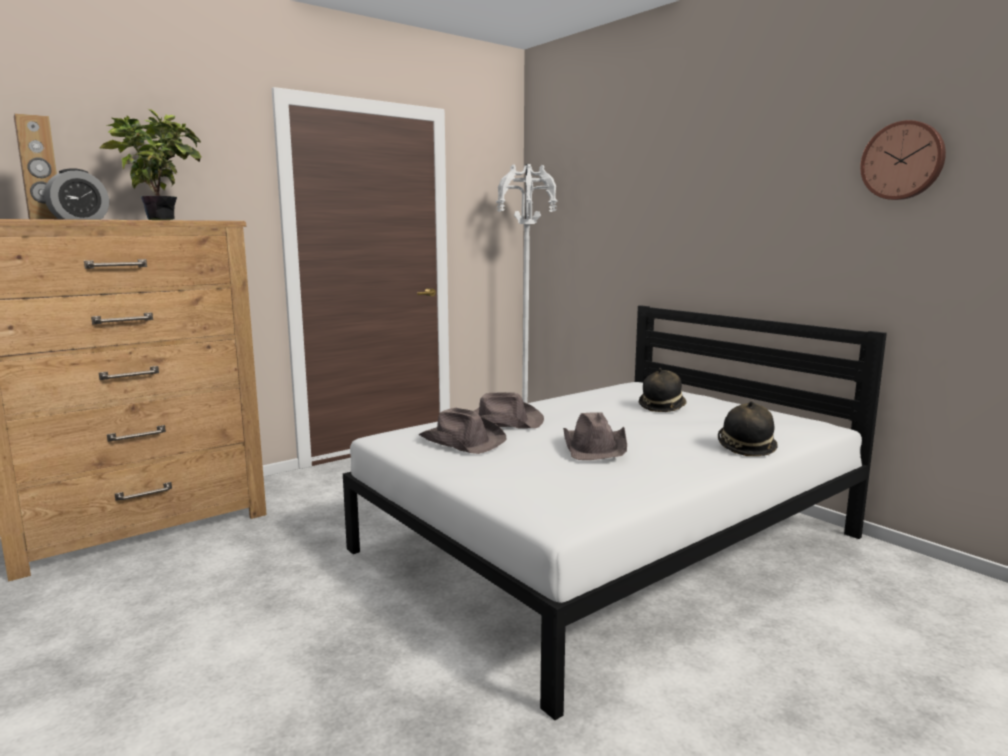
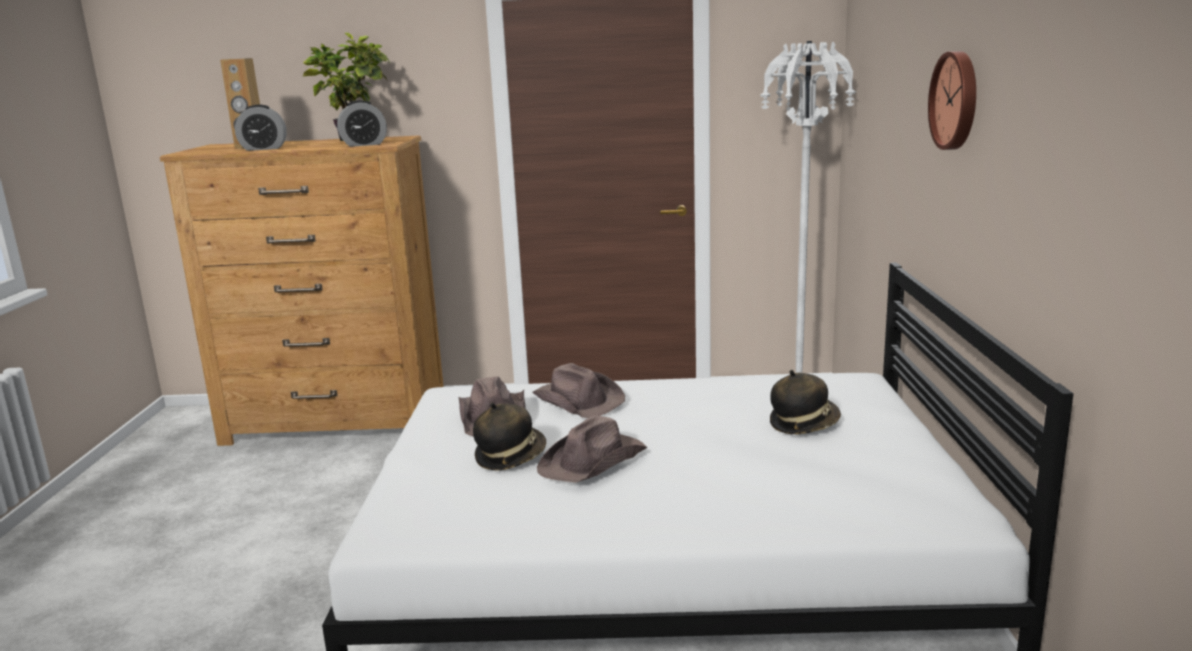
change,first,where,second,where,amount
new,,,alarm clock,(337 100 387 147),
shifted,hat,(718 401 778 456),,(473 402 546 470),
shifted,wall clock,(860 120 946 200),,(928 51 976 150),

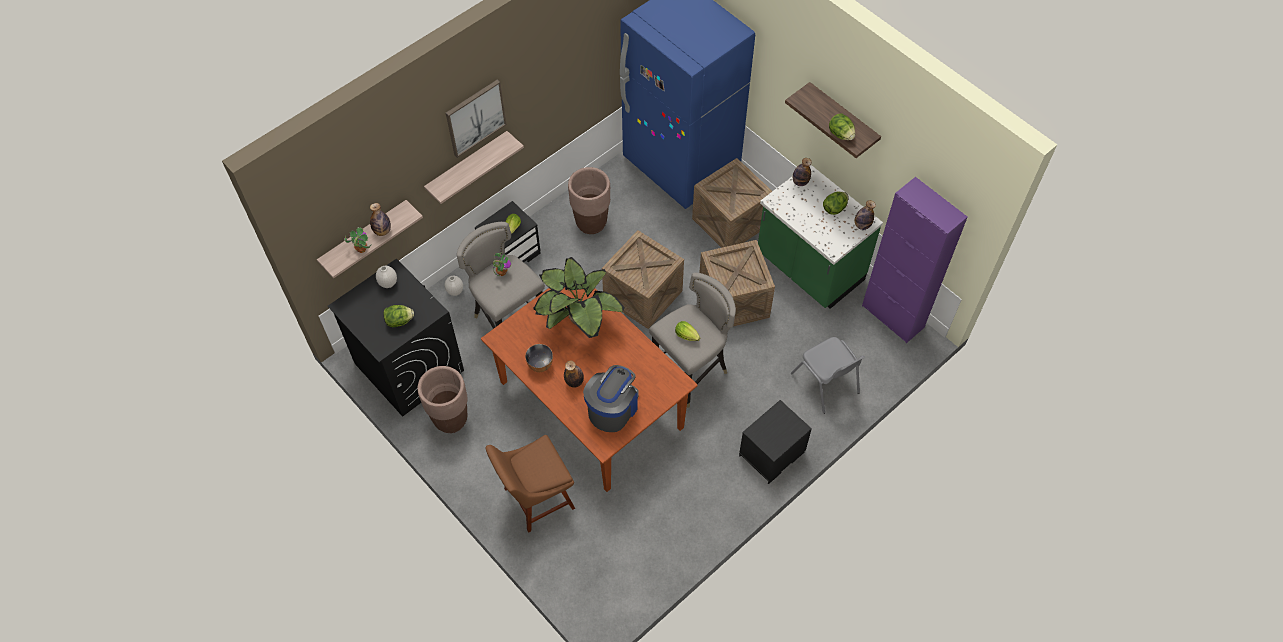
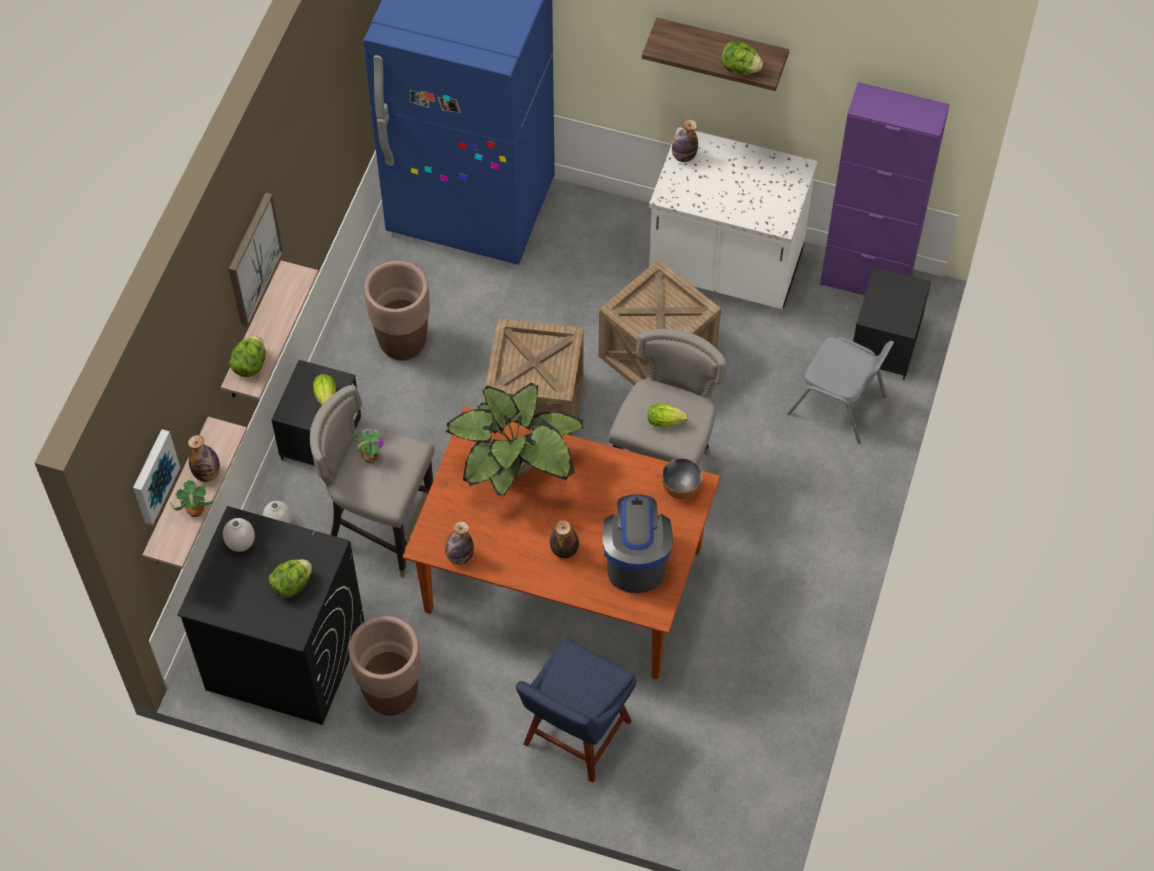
change,first,where,second,where,amount
gone,crate,(692 158 772 248),,,
new,,,picture,(133 429 180 525),
shifted,bowl,(525 344 553 372),,(662 458 702 500),
shifted,black nightstand,(739 400 812 484),,(853 267 931 380),
shifted,lettuce,(823 191 848 215),,(229 336 266 377),
shifted,bottle,(855 200 876 230),,(445 521 474 565),
repainted,brown chair,(485 435 575 533),blue chair,(516 638 636 783),
repainted,green counter,(758 165 883 309),white counter,(649 127 818 309),

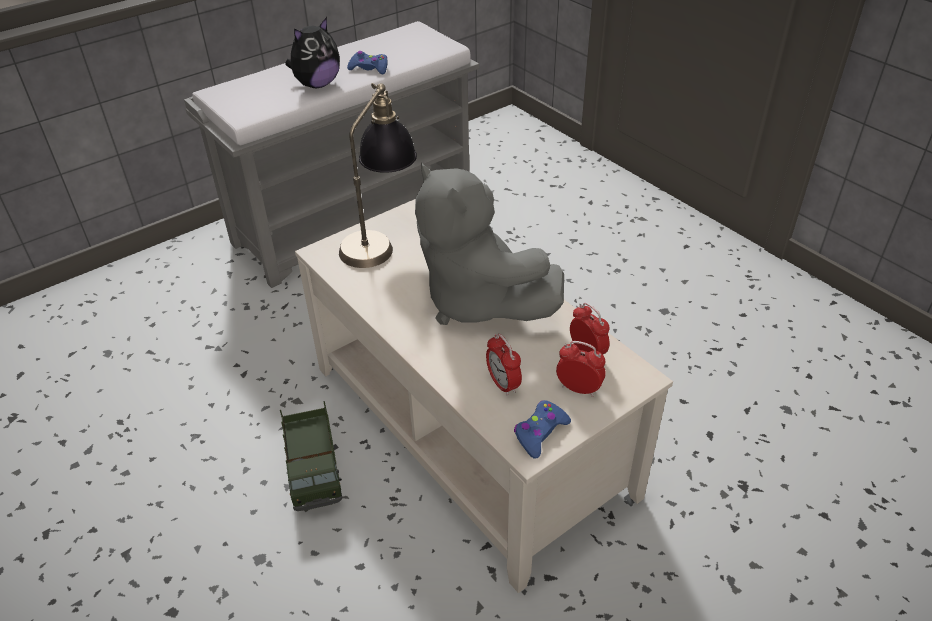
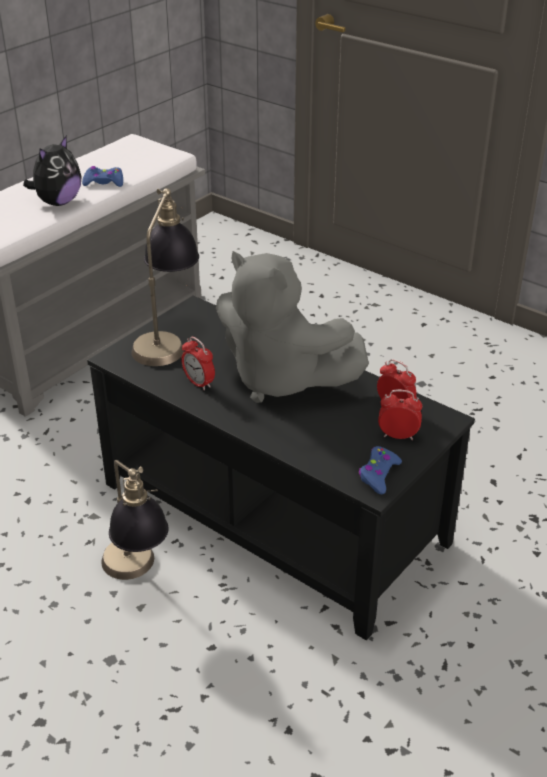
change,first,where,second,where,amount
shifted,alarm clock,(486 334 522 396),,(181 337 215 390),
swapped,toy truck,(280 401 342 511),table lamp,(101 460 169 580),
repainted,beige coffee table,(295 199 673 593),black coffee table,(87 296 475 640),

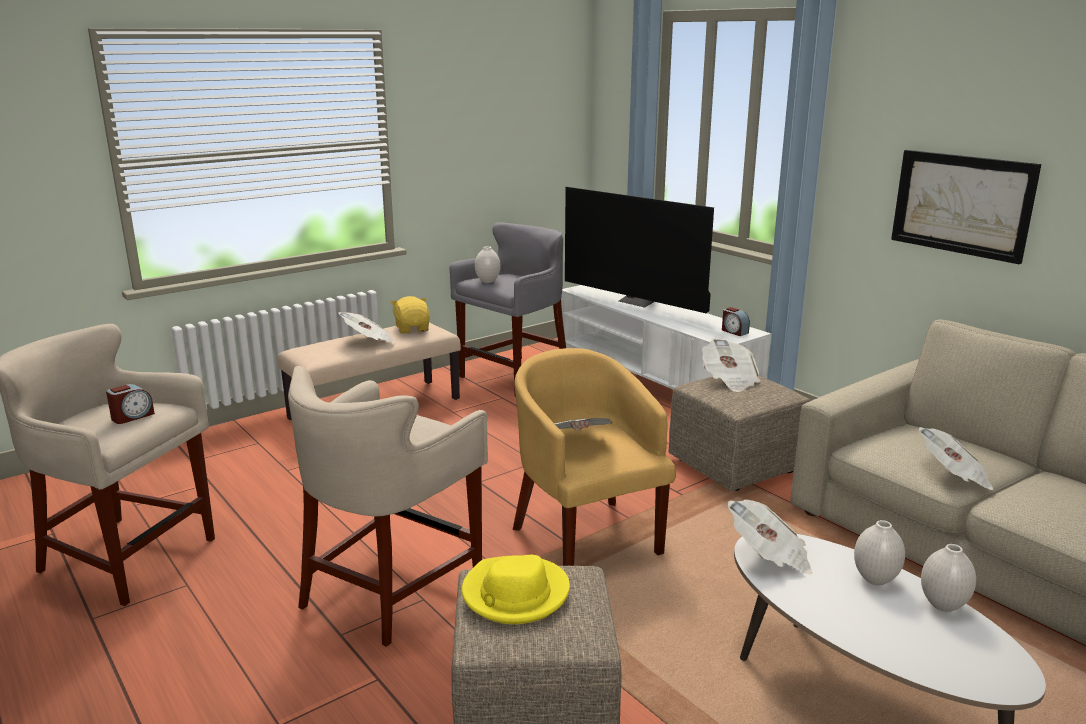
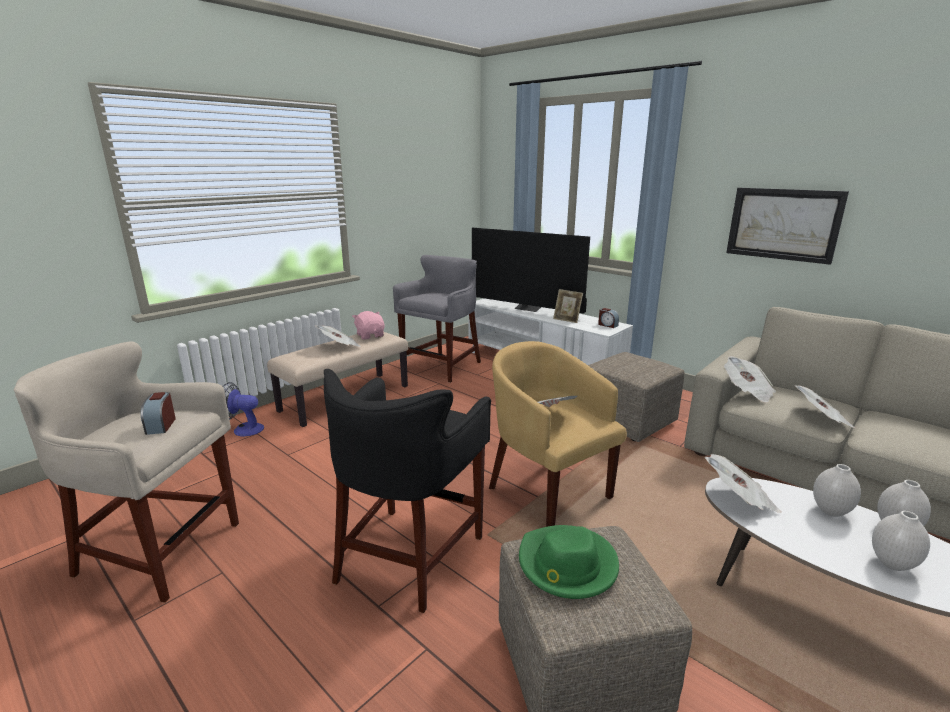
change,first,where,second,where,amount
new,,,fan,(222 382 264 436),
new,,,picture frame,(553 289 583 323),
shifted,white vase,(475 246 501 283),,(872 511 930 571),
shifted,newspaper,(702 338 760 392),,(724 356 776 403),
repainted,beige stool,(288 366 488 647),black stool,(324 369 491 613),
repainted,yellow plush toy,(390 296 430 333),pink plush toy,(352 311 385 340),
repainted,yellow hat,(462 555 570 624),green hat,(519 525 619 599),
rotated,alarm clock,(106 384 155 424),,(141 392 176 435),135 degrees clockwise

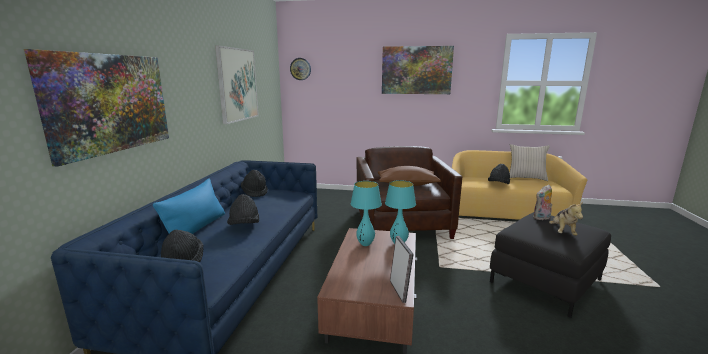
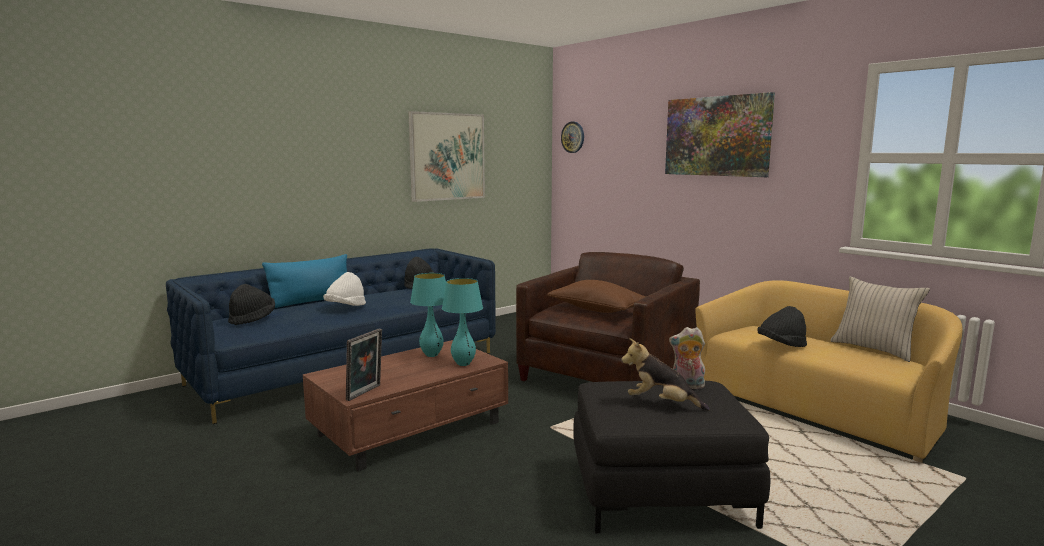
change,first,where,second,where,amount
gone,picture,(24 49 169 166),,,
repainted,black hat,(227 194 259 225),white hat,(323 272 366 306),
rotated,plush toy,(549 202 583 236),,(621 338 710 411),60 degrees clockwise

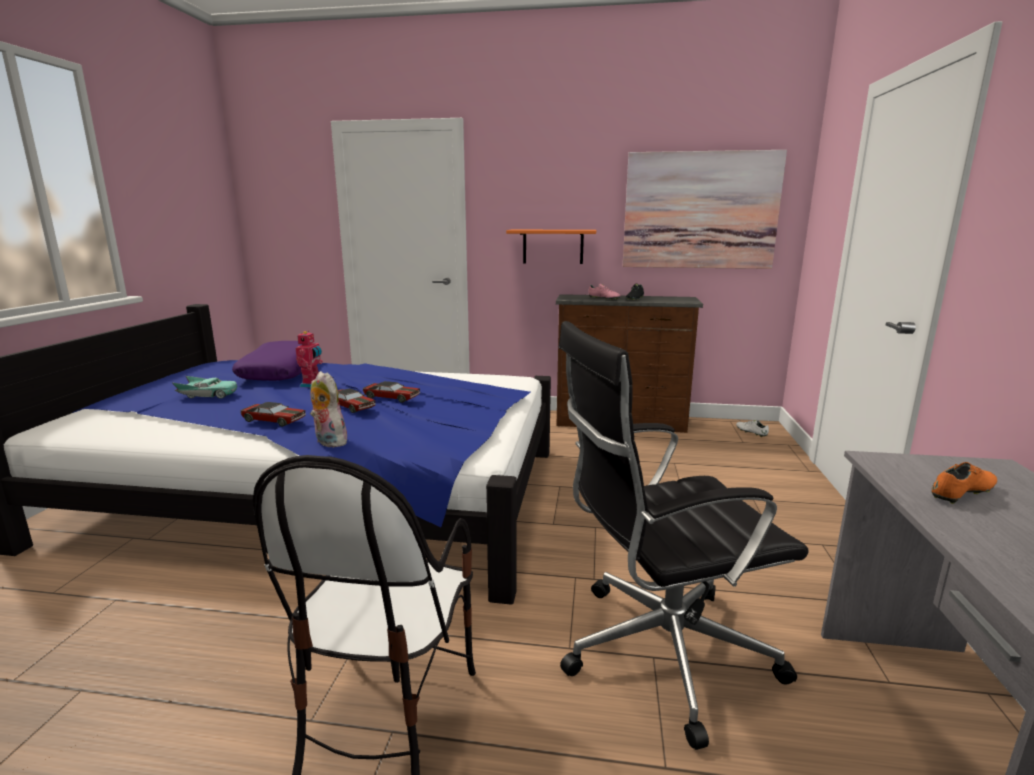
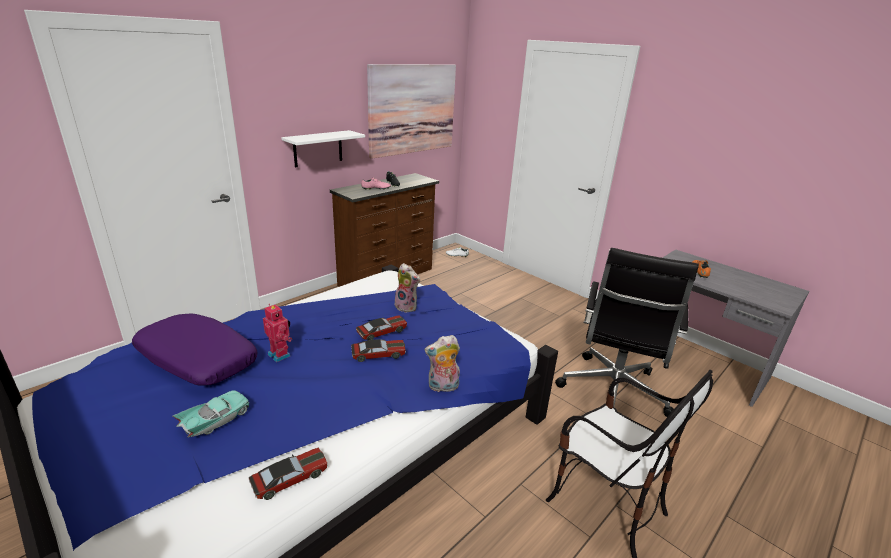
change,first,where,second,where,amount
new,,,plush toy,(395 263 420 313),
shifted,toy car,(240 402 306 427),,(249 448 328 500),
repainted,orange shelf,(506 230 597 264),white shelf,(281 130 365 168),

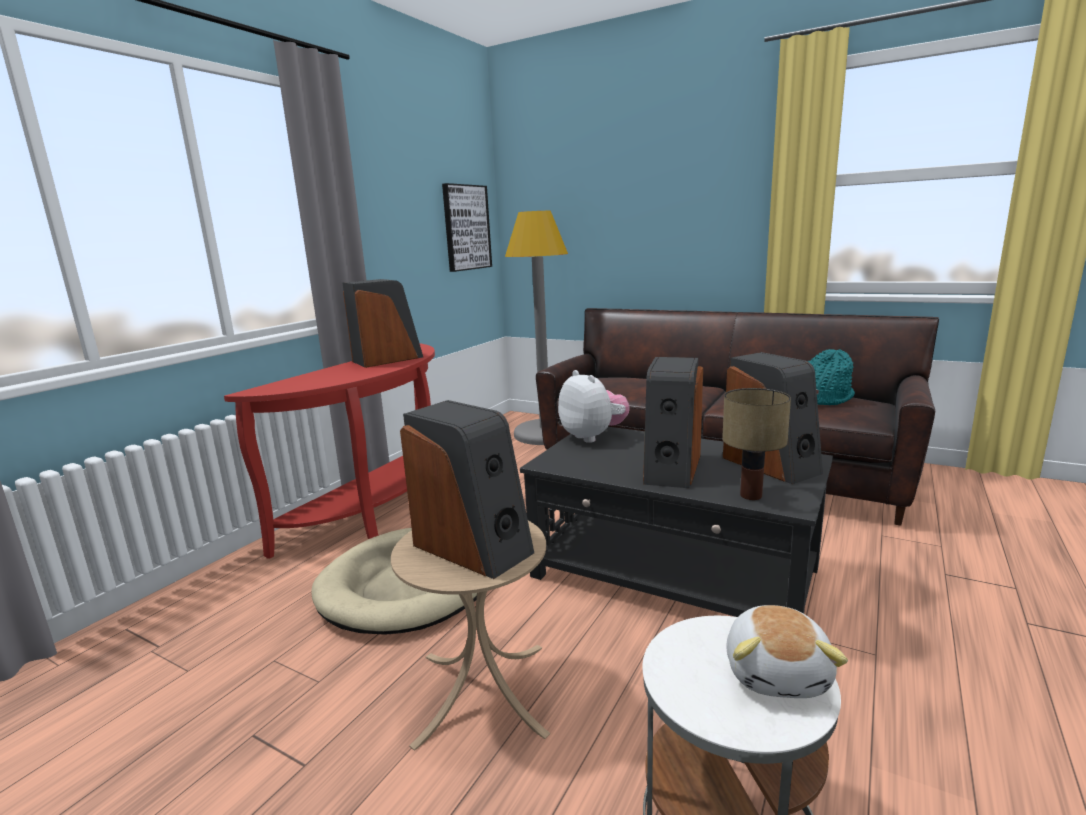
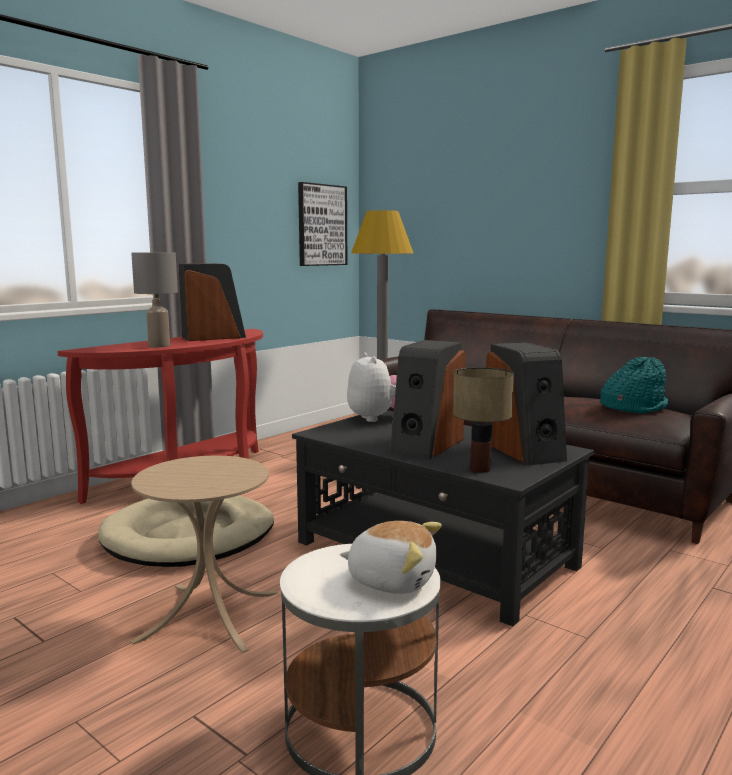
change,first,where,second,where,amount
gone,speaker,(400 400 534 579),,,
new,,,grey table lamp,(131 252 178 347),
rotated,plush toy,(726 605 848 698),,(340 521 442 594),90 degrees counterclockwise

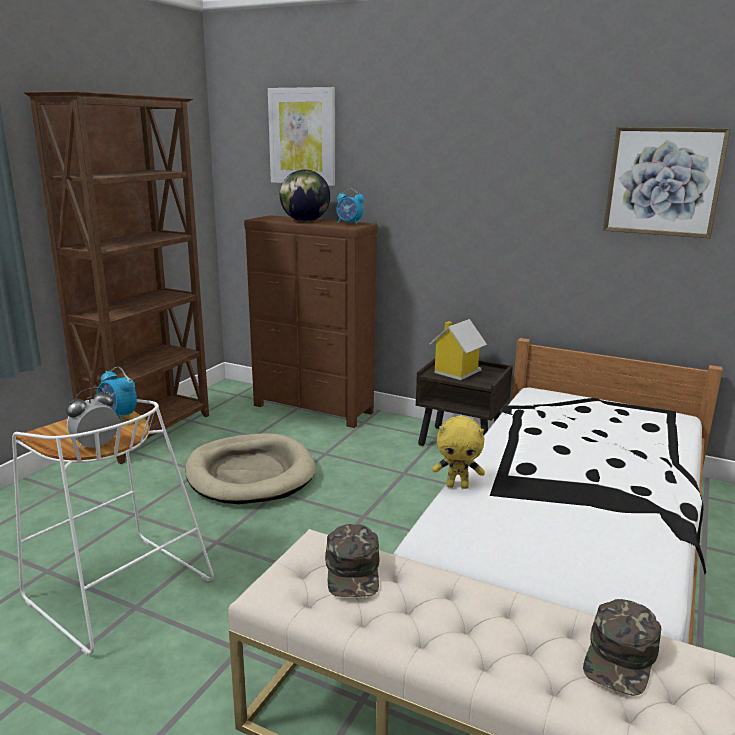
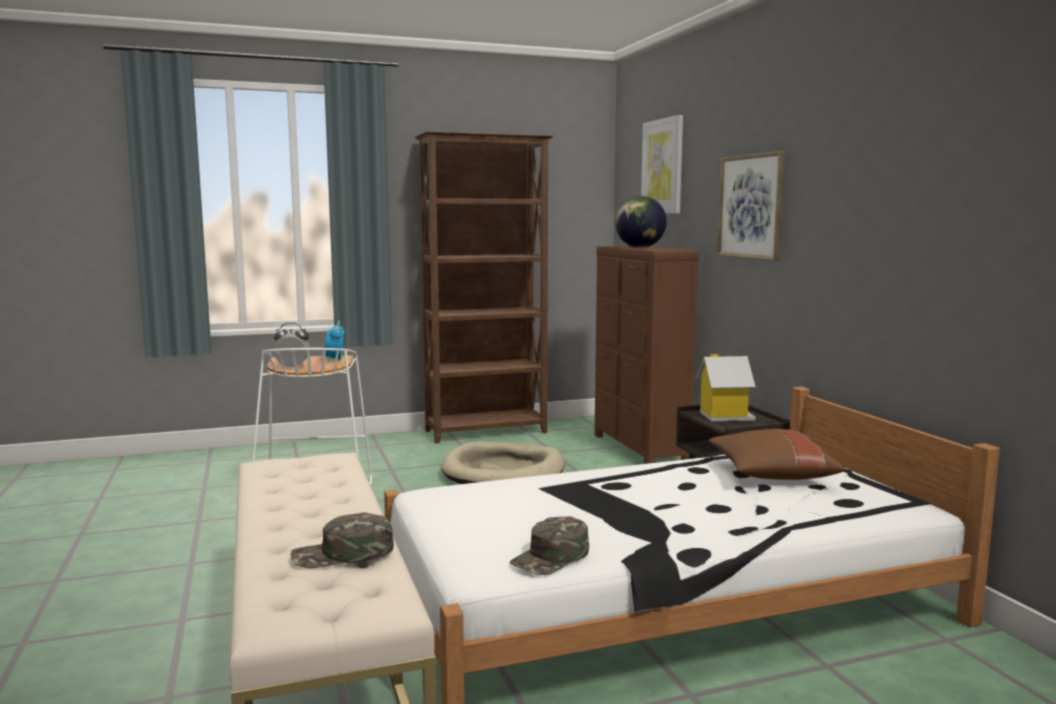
change,first,where,second,where,amount
gone,alarm clock,(336 189 364 225),,,
gone,yellow plush toy,(432 416 485 489),,,
new,,,brown pillow,(709 429 844 480),
shifted,green cap,(325 524 380 597),,(510 516 589 575),
shifted,picture,(603 127 731 238),,(717 151 785 260),

